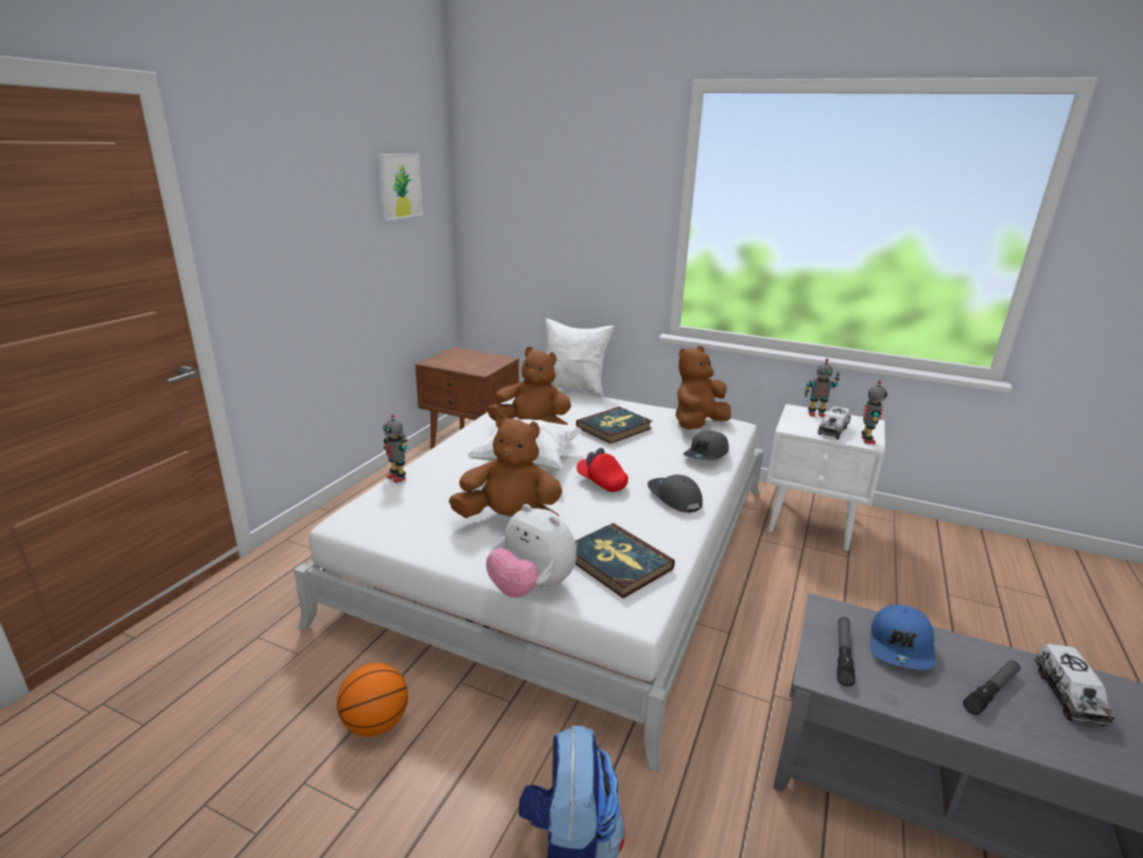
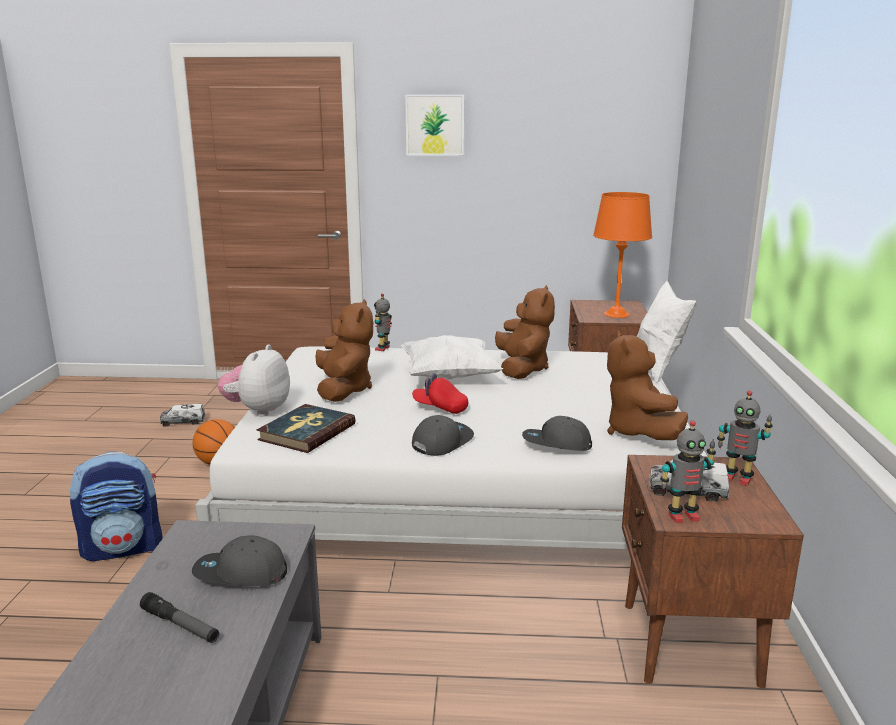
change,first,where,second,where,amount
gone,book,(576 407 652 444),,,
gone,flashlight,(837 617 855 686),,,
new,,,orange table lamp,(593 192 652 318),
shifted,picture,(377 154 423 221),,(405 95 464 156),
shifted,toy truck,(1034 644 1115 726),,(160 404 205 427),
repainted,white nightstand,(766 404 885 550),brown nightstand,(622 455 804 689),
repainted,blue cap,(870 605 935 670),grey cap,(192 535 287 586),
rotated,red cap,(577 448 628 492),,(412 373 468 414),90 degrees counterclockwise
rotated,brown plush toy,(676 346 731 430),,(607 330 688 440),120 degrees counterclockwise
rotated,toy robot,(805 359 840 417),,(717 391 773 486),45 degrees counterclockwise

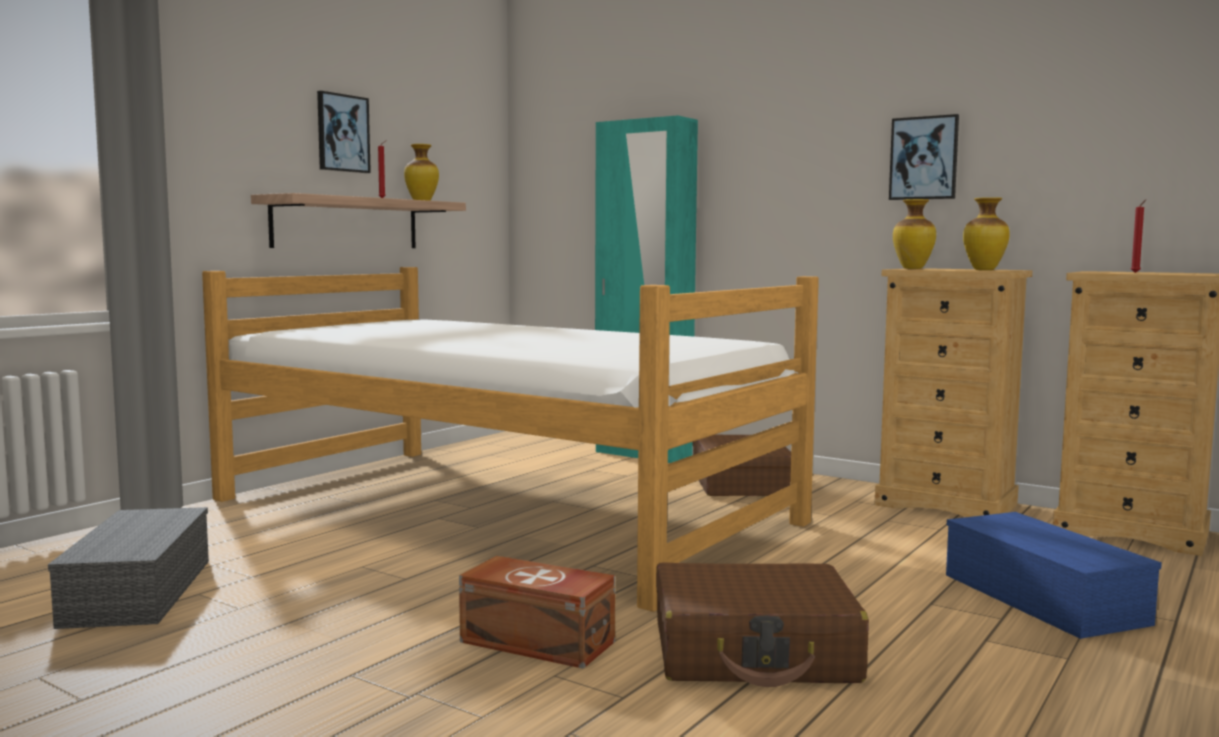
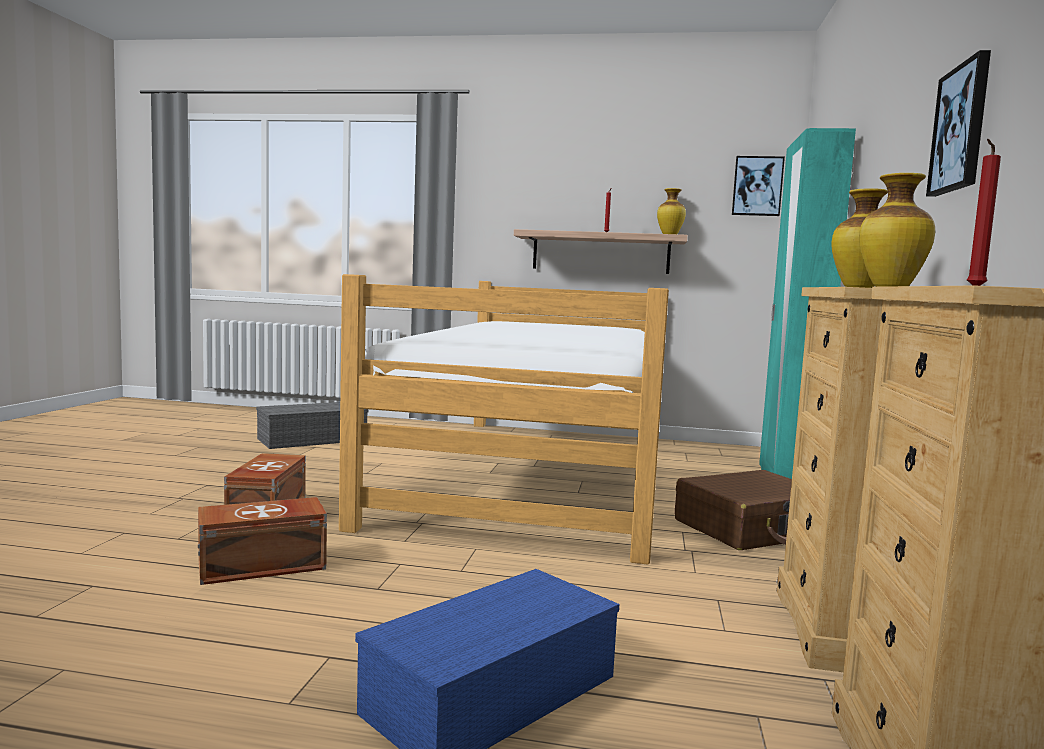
change,first,where,second,where,amount
shifted,picture,(317 91 371 173),,(732 156 785 216),
swapped,brown suitcase,(656 562 869 687),brown storage box,(198 497 327 585),

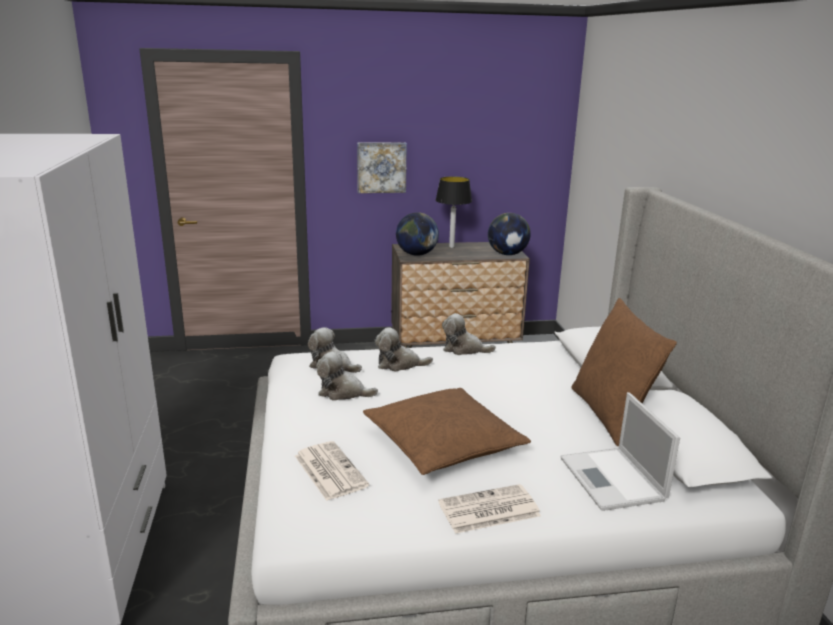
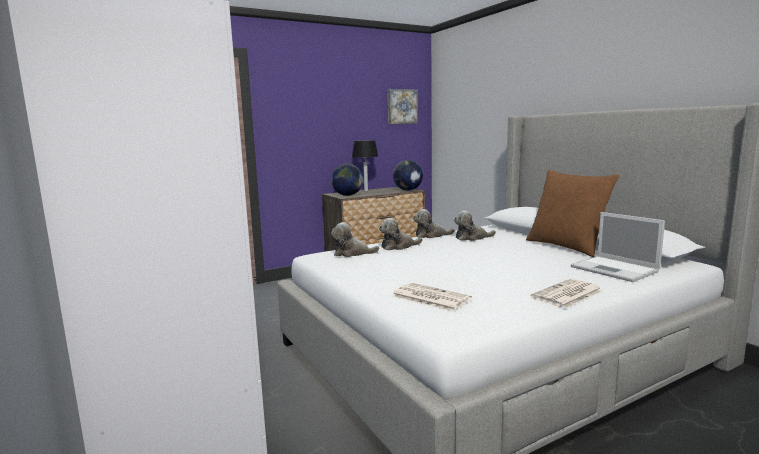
change,first,where,second,where,amount
gone,brown pillow,(363 388 531 475),,,
shifted,plush toy,(316 351 378 401),,(454 211 496 241),
shifted,picture,(357 142 407 193),,(387 89 418 124),

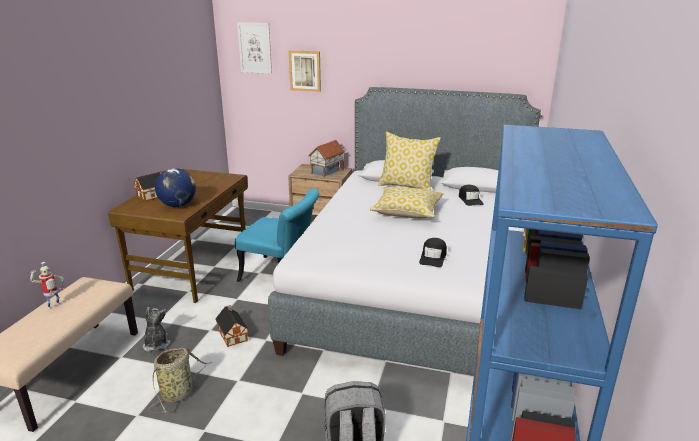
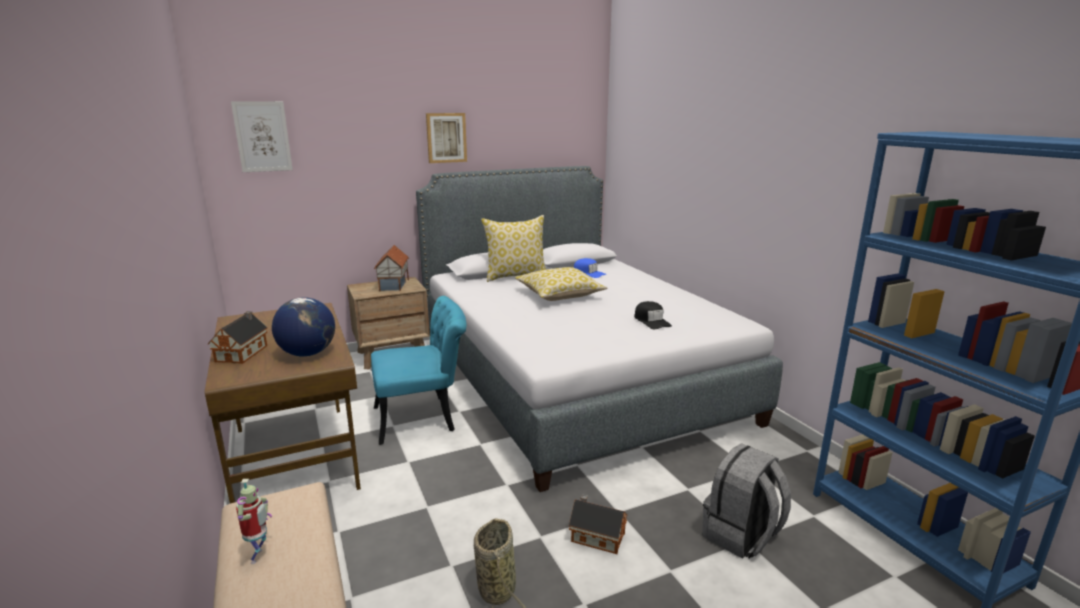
change,first,where,second,where,amount
gone,plush toy,(143 307 171 352),,,
shifted,toy house,(215 305 248 347),,(569 494 628 554),
shifted,picture,(289 50 321 92),,(426 113 467 163),
repainted,black cap,(459 185 484 206),blue cap,(574 258 606 278),

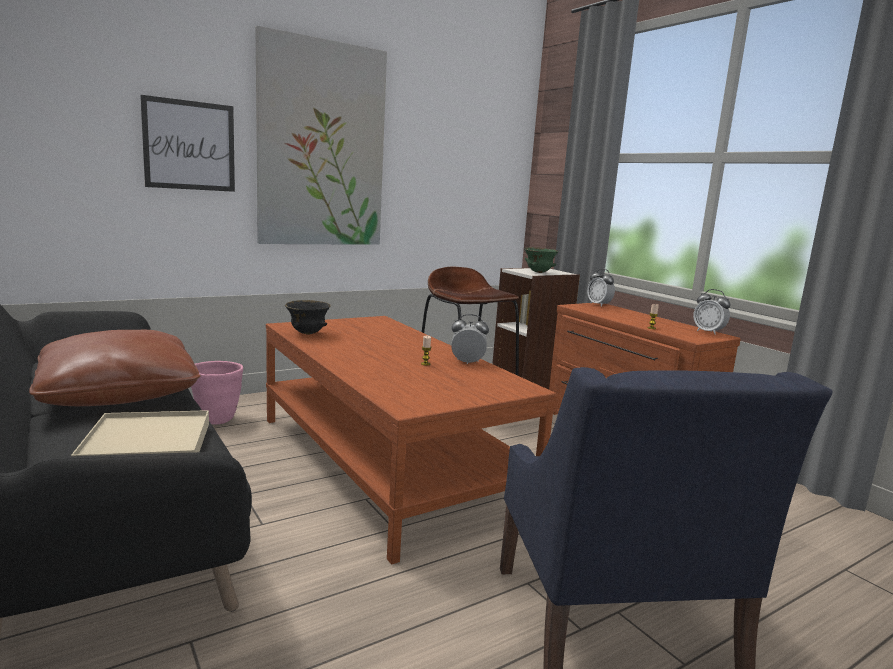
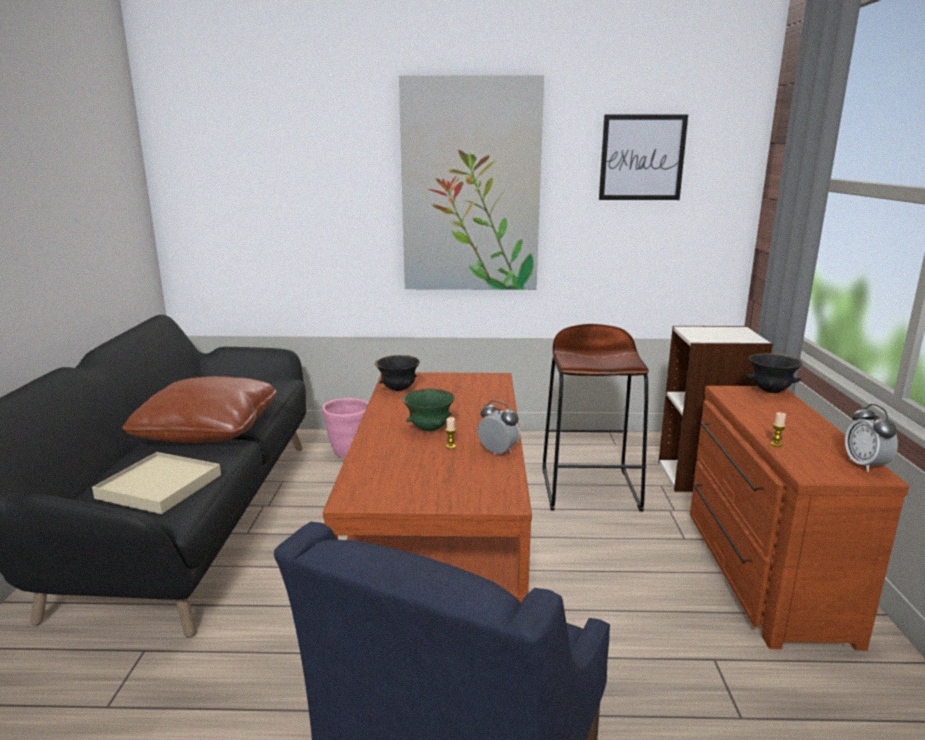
change,first,where,second,where,amount
shifted,picture,(140 95 235 192),,(599 115 688 200),
shifted,green bowl,(524 247 559 273),,(402 389 455 431),
swapped,alarm clock,(587 268 615 307),black bowl,(747 353 803 393),

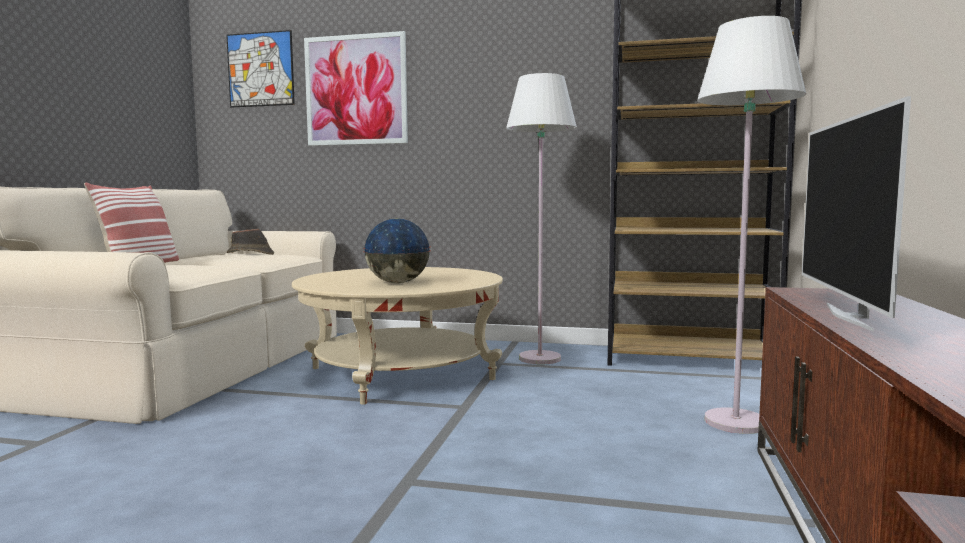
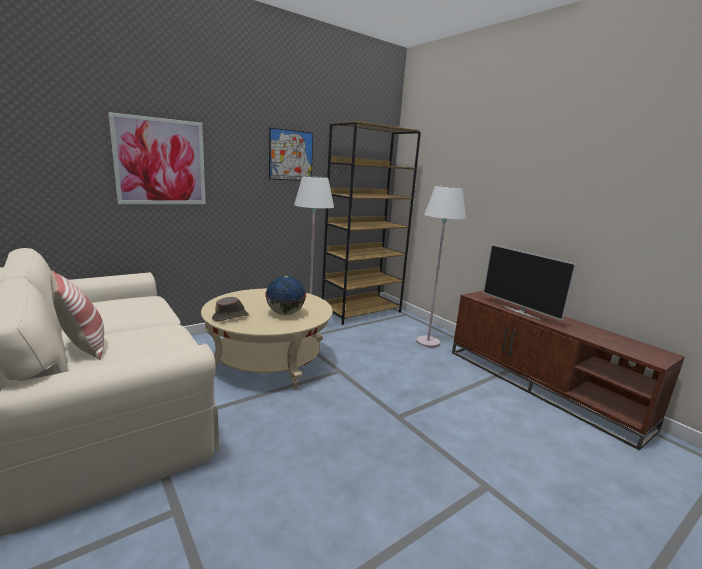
change,first,where,second,where,amount
shifted,picture,(226 30 295 107),,(269 128 313 181),
shifted,brown hat,(227 229 274 255),,(212 297 249 321),

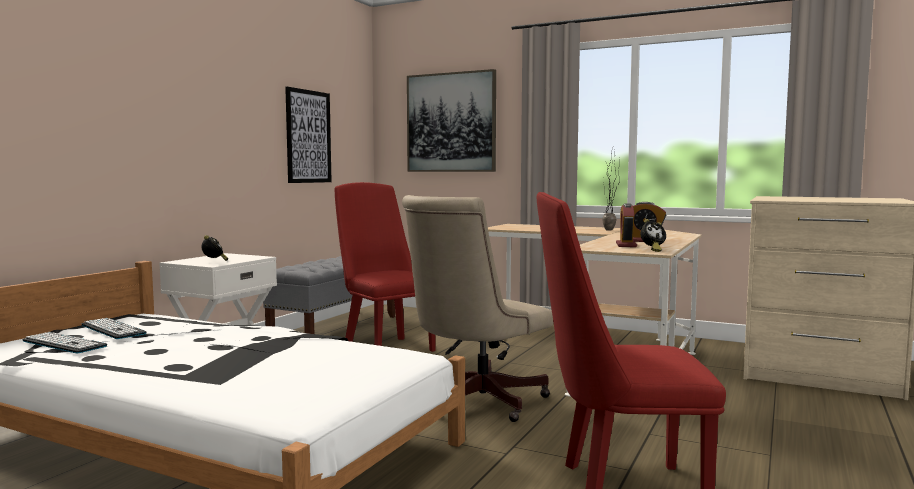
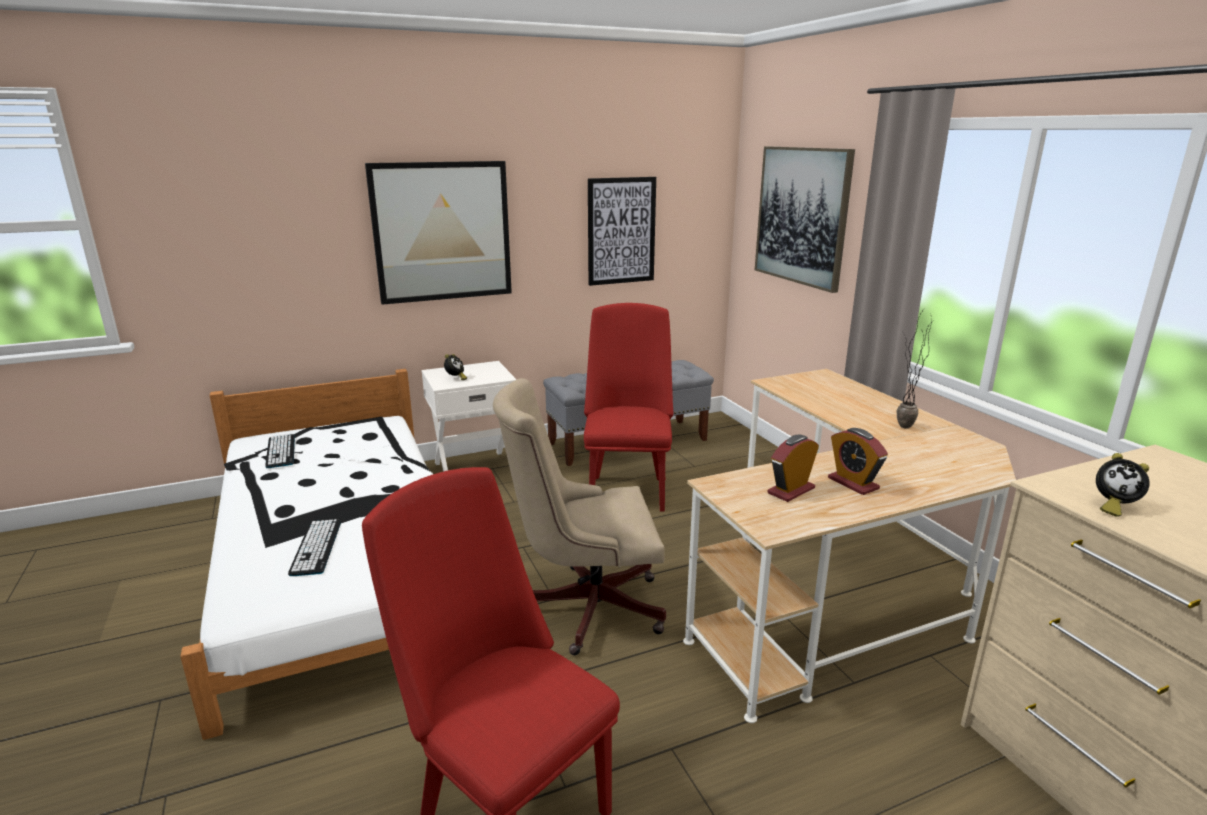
change,first,where,second,where,amount
new,,,picture,(365 161 512 305),
shifted,keyboard,(82 318 146 339),,(288 519 341 576),
shifted,alarm clock,(641 219 666 252),,(1096 453 1150 517),

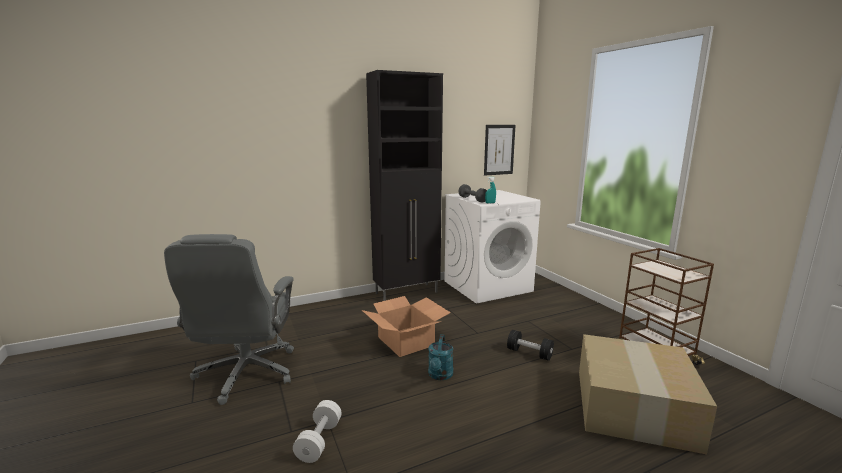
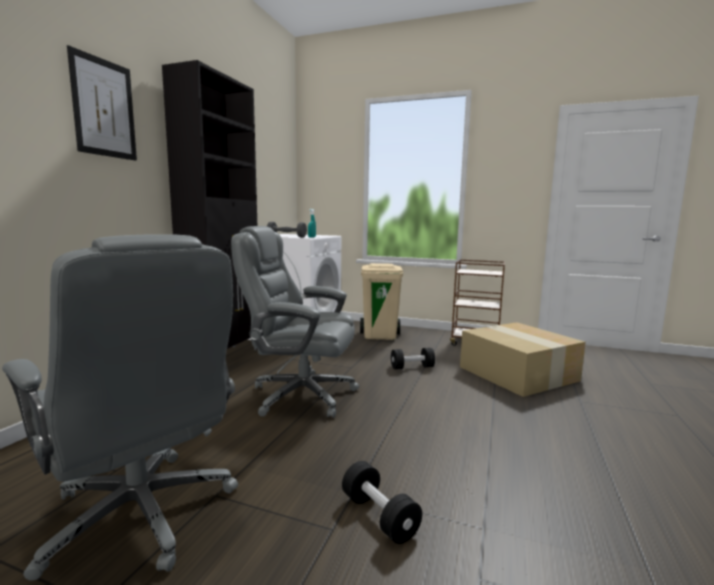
change,first,where,second,where,amount
gone,turquoise watering can,(428 334 453 380),,,
new,,,beige trash can,(360 263 403 340),
shifted,picture,(484 125 516 176),,(67 45 137 161),
swapped,cardboard box,(362 296 451 357),grey office chair,(231 226 359 418),
repainted,white dumbbell,(293 400 342 463),black dumbbell,(342 461 422 544),

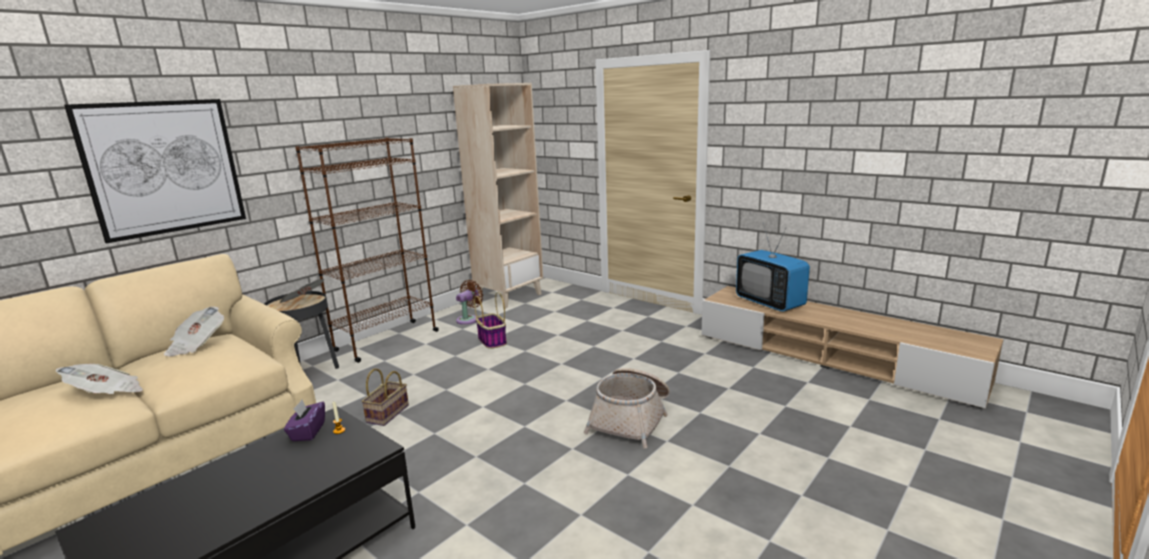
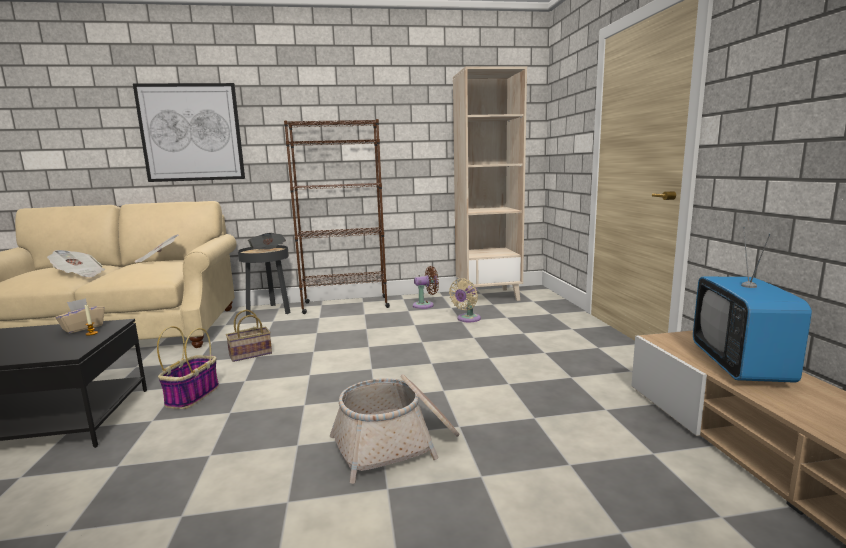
change,first,where,second,where,amount
new,,,beige fan,(449 279 481 322),
shifted,basket,(474 292 507 349),,(157 326 219 409),
repainted,purple tissue box,(284 400 325 441),beige tissue box,(55 298 105 333),

